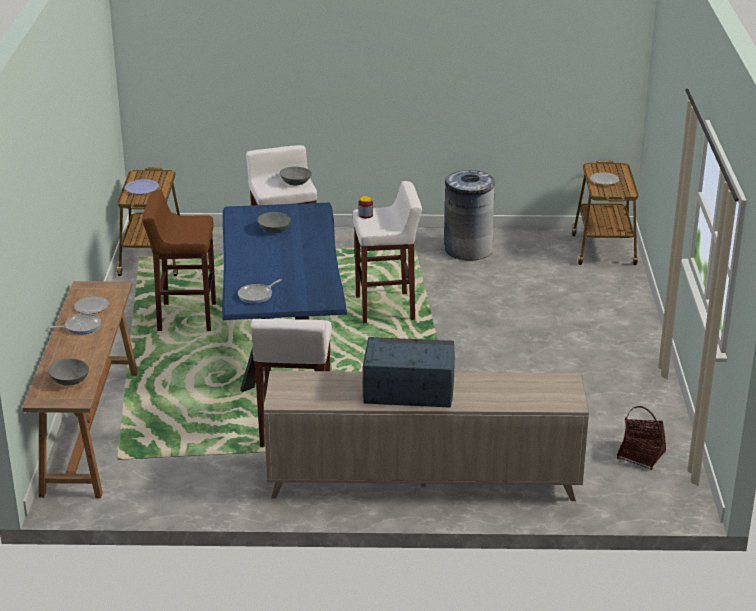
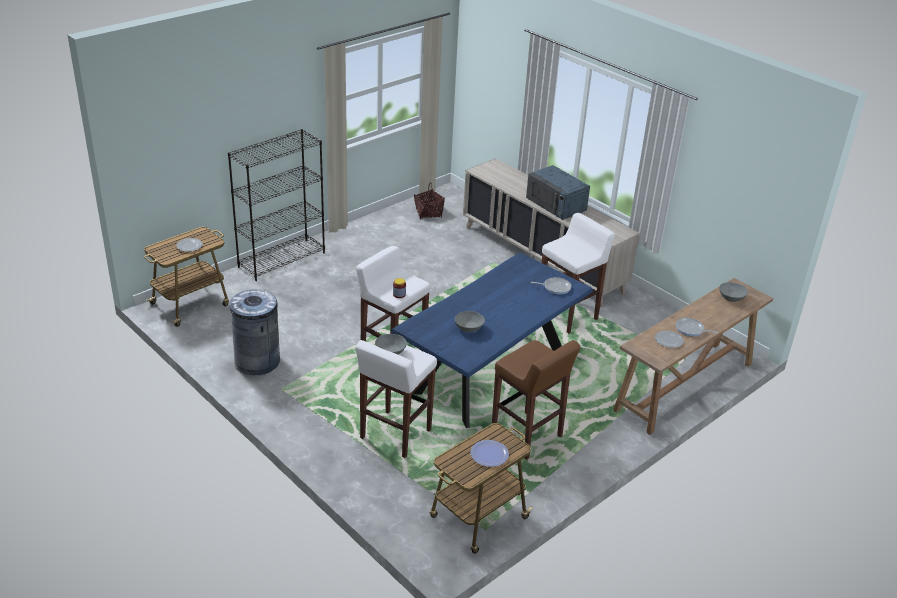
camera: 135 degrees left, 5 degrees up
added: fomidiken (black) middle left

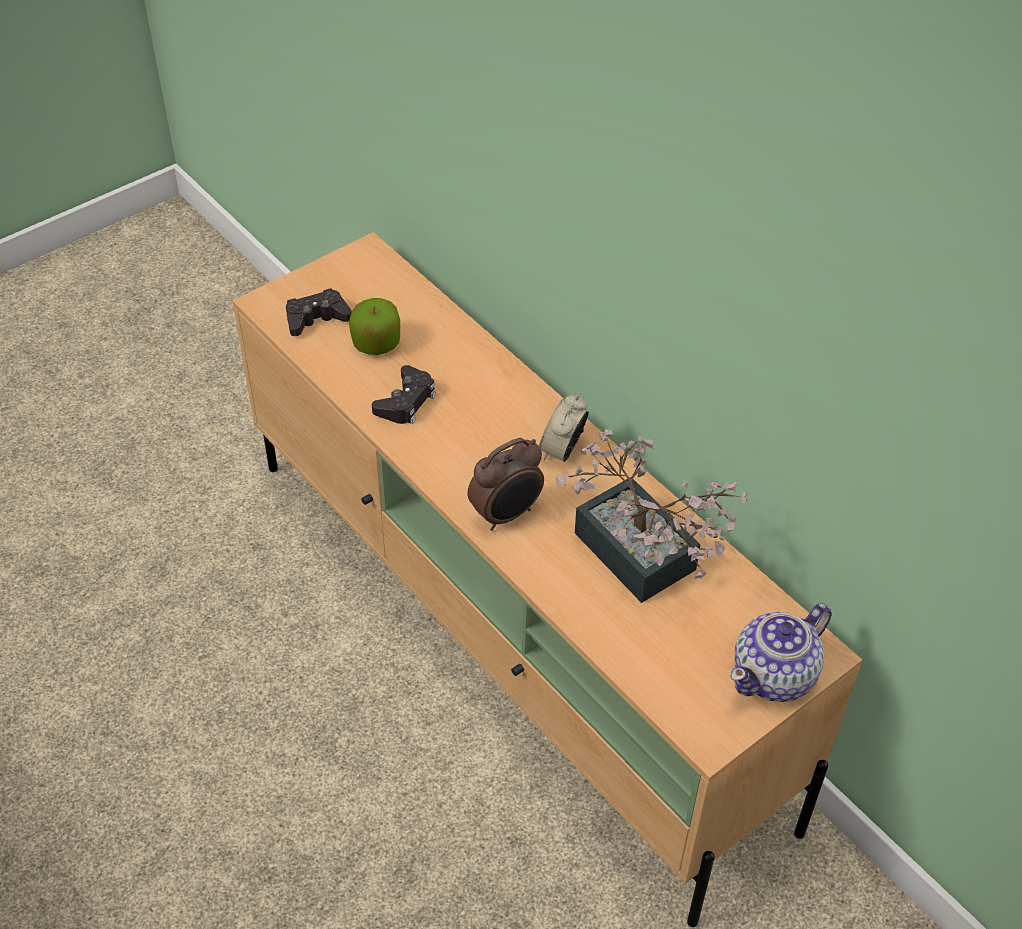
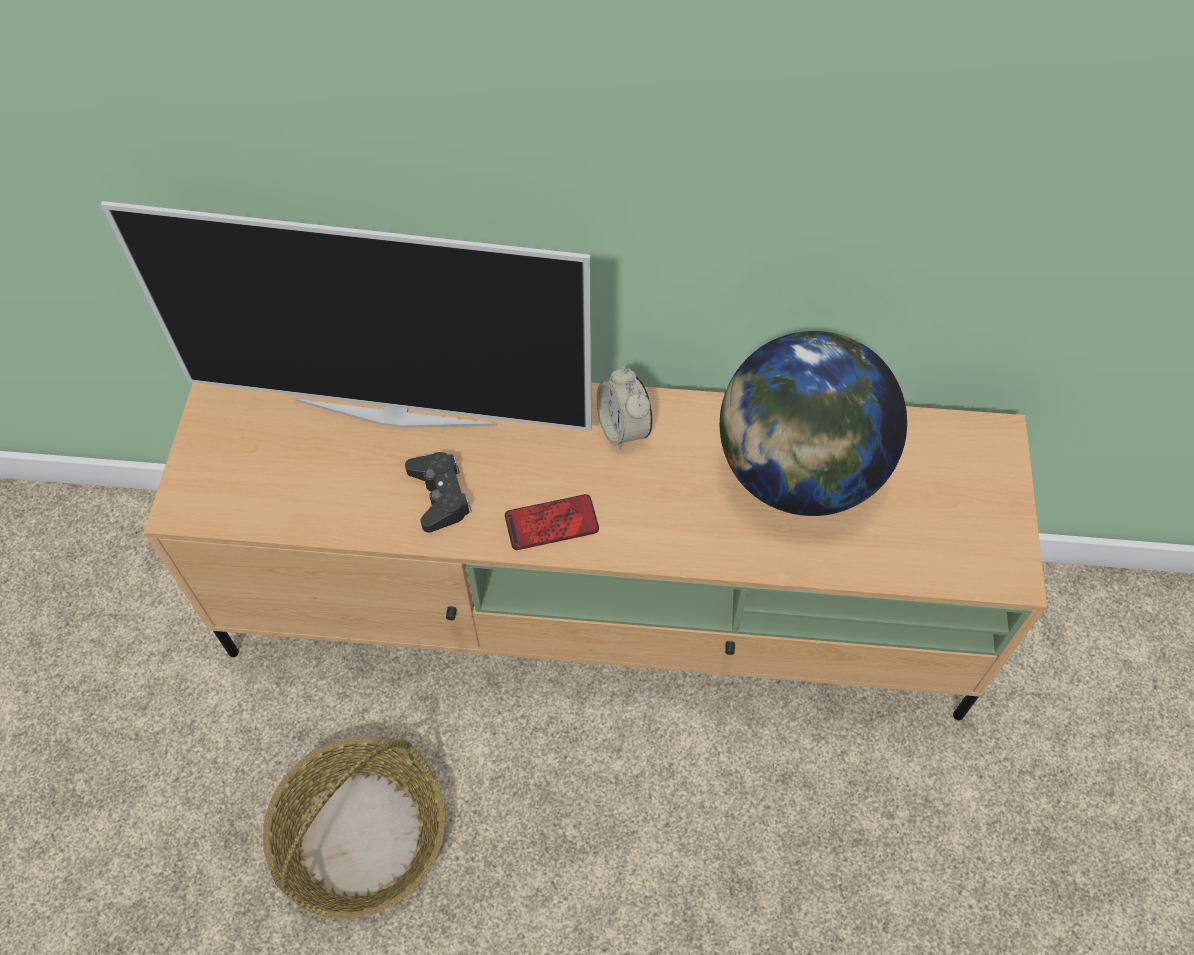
camera: 45 degrees left, 10 degrees up
removed: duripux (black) (1st from left) middle left; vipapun centre; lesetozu (1st from left) centre; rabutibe bottom right
added: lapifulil top left; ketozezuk bottom left; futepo centre
replaced: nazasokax centre to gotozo middle right

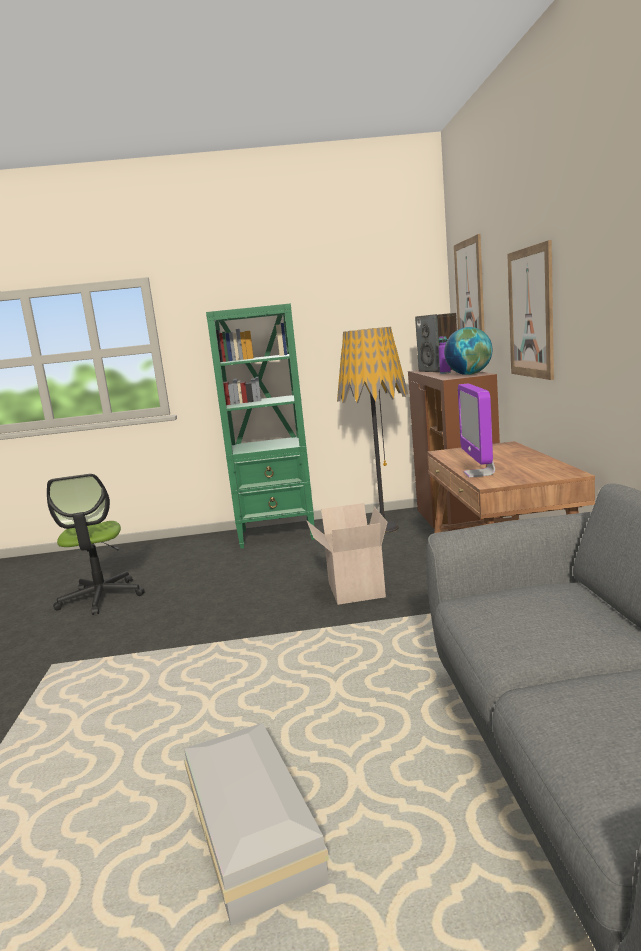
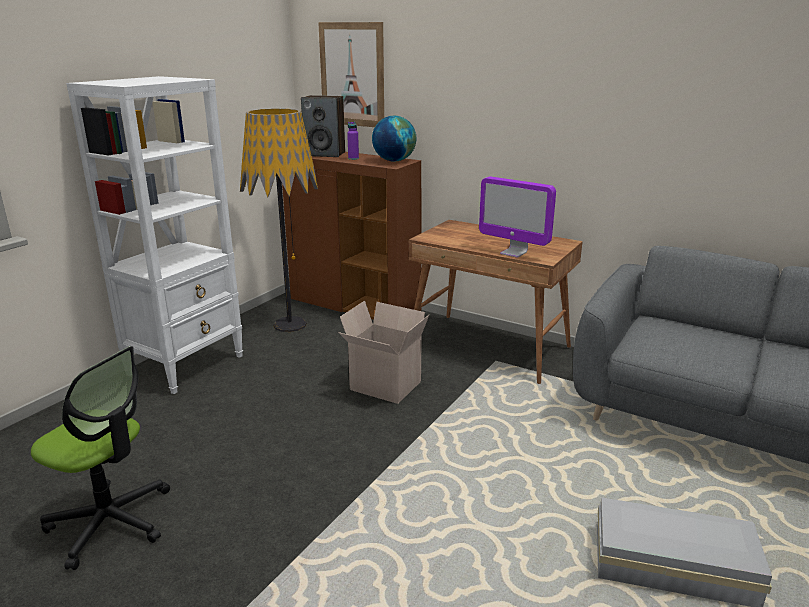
camera: 55 degrees left, 10 degrees up
removed: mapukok (2nd from left) top right
recoloured: fomidiken (green) centre to fomidiken (white) middle left

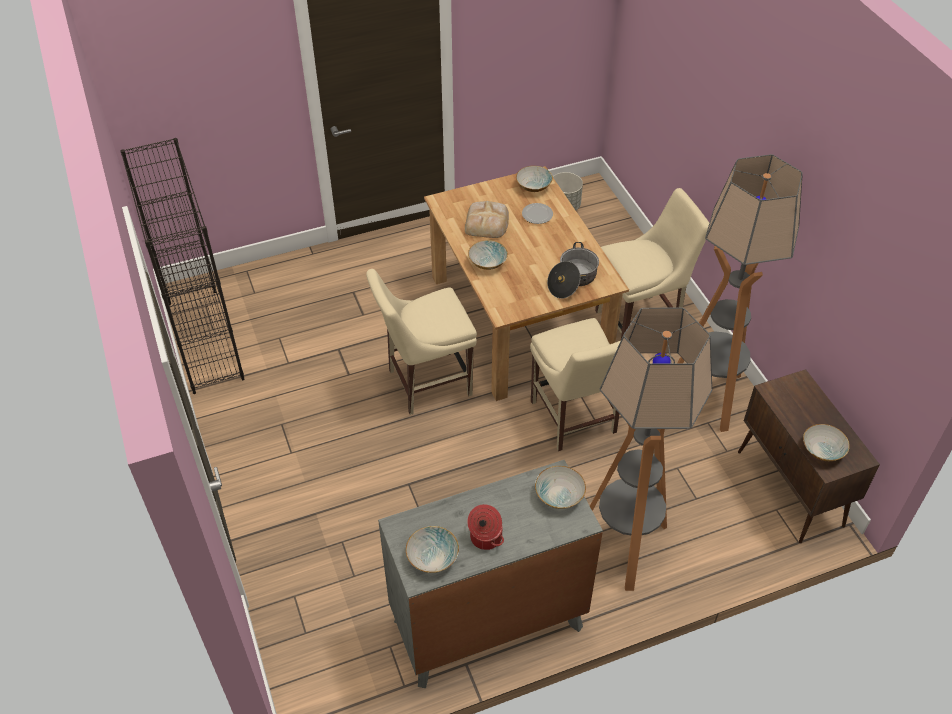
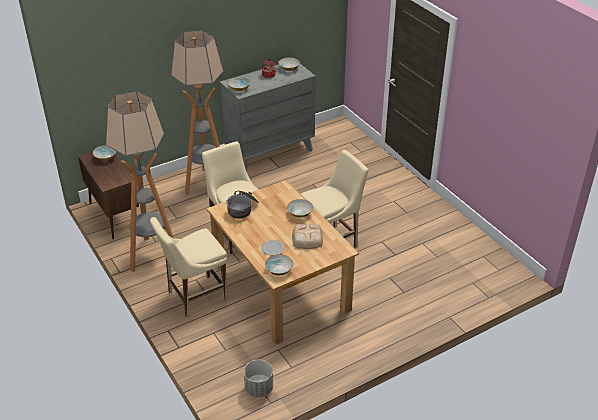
camera: 170 degrees right, 10 degrees down
removed: fomidiken (black) middle left

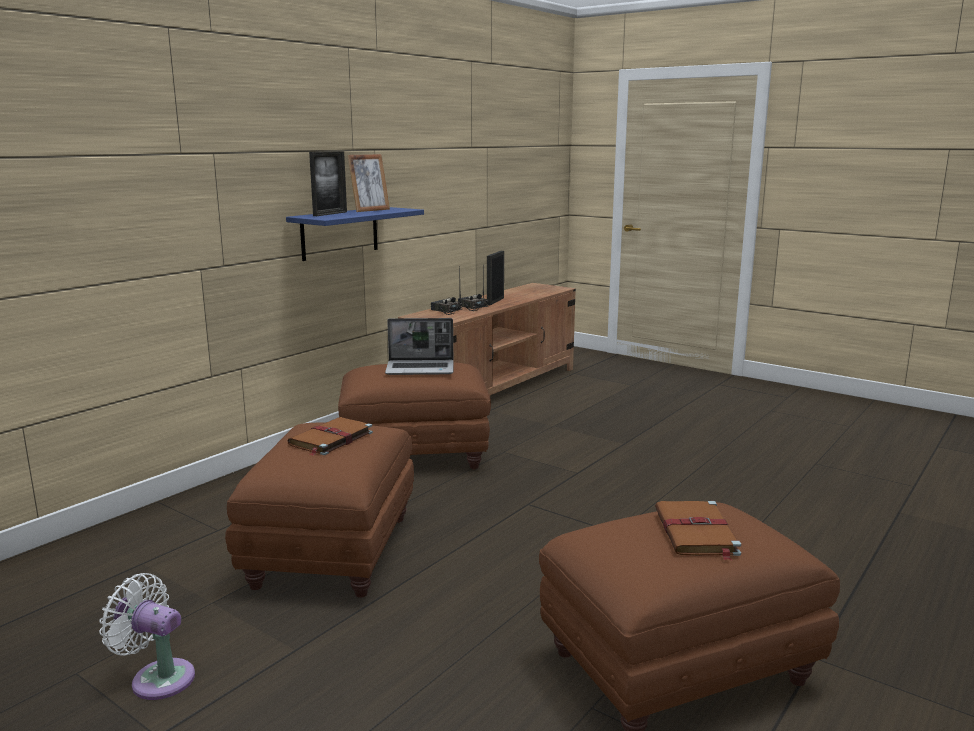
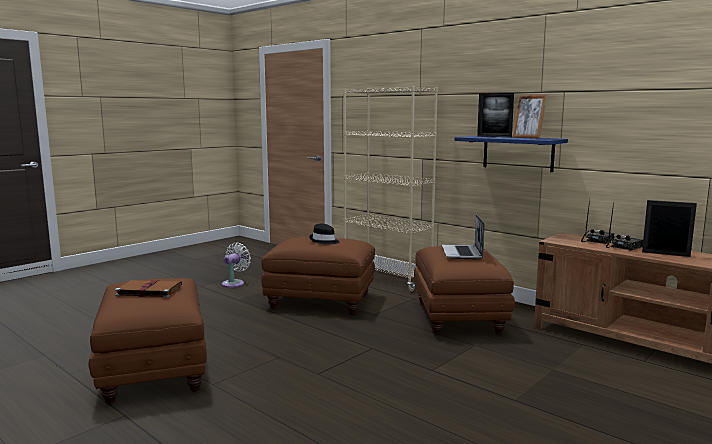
camera: 95 degrees right, 5 degrees down
added: fomidiken (beige) centre
replaced: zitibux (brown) (1st from left) centre to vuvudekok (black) centre

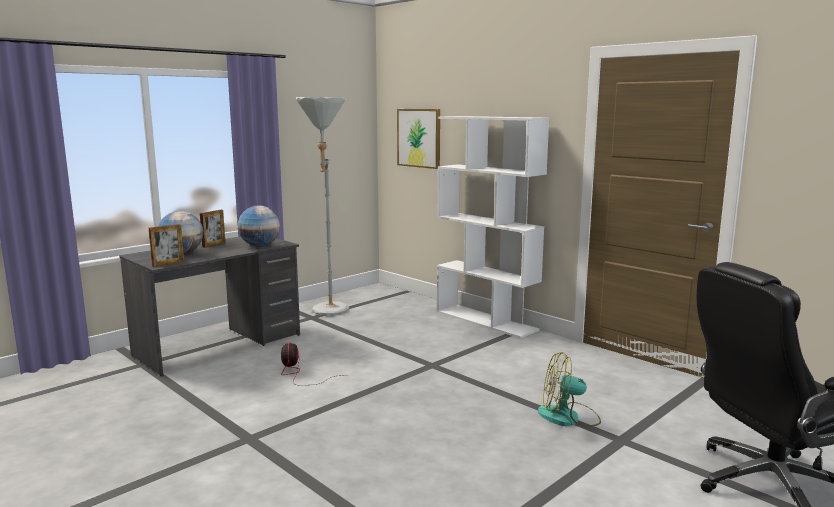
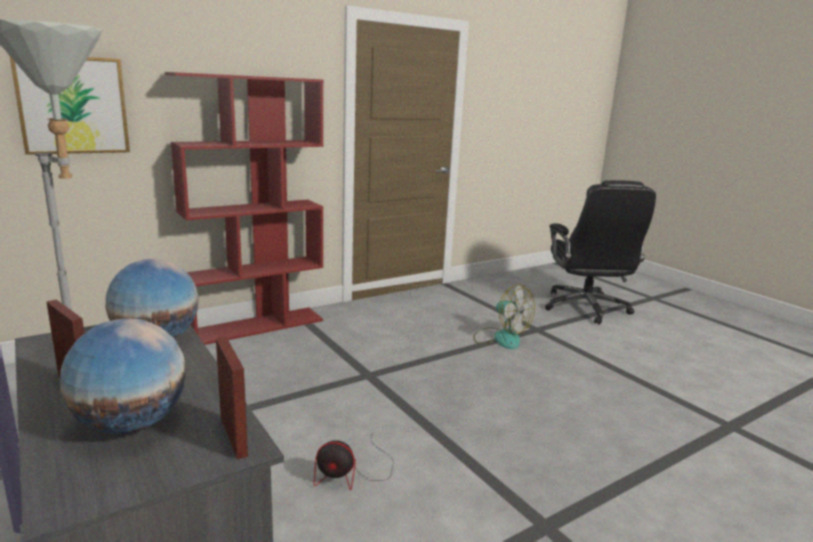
camera: 80 degrees left, 5 degrees up
recoloured: fomidiken (white) centre to fomidiken (red) middle left
turned: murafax (2nd from left) bottom right = centre 60 degrees counterclockwise

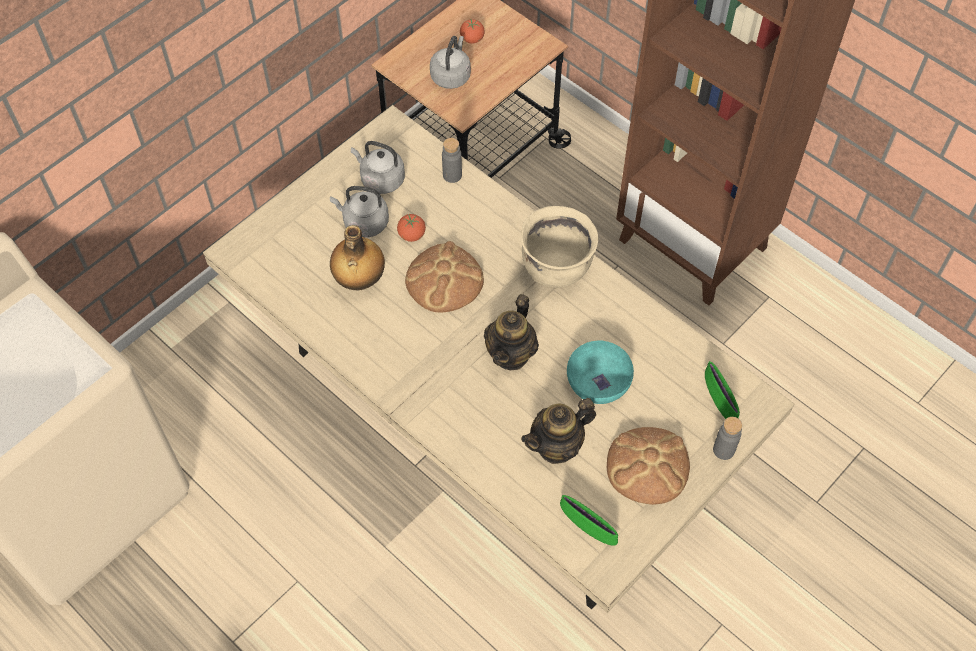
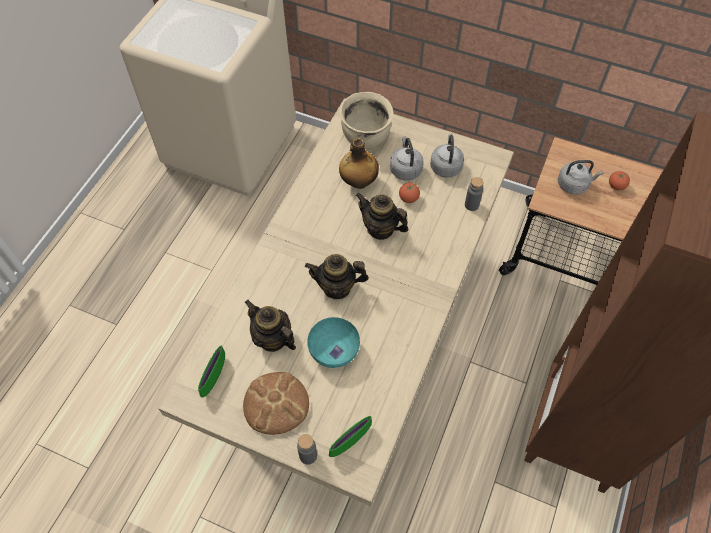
camera: 70 degrees right, 0 degrees up
moved: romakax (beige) centre to top centre
replaced: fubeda (1st from left) centre to rabutibe (3rd from left) centre

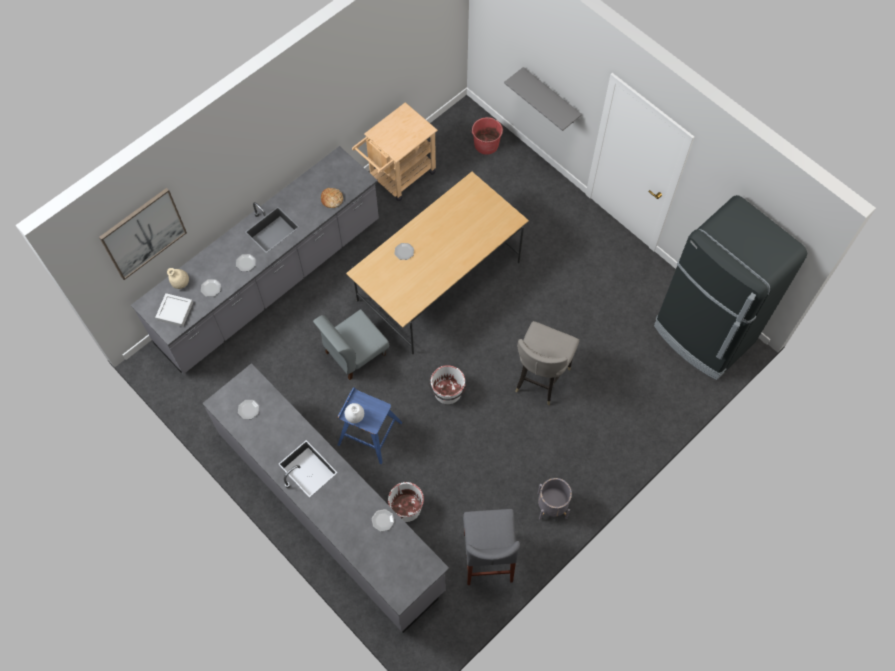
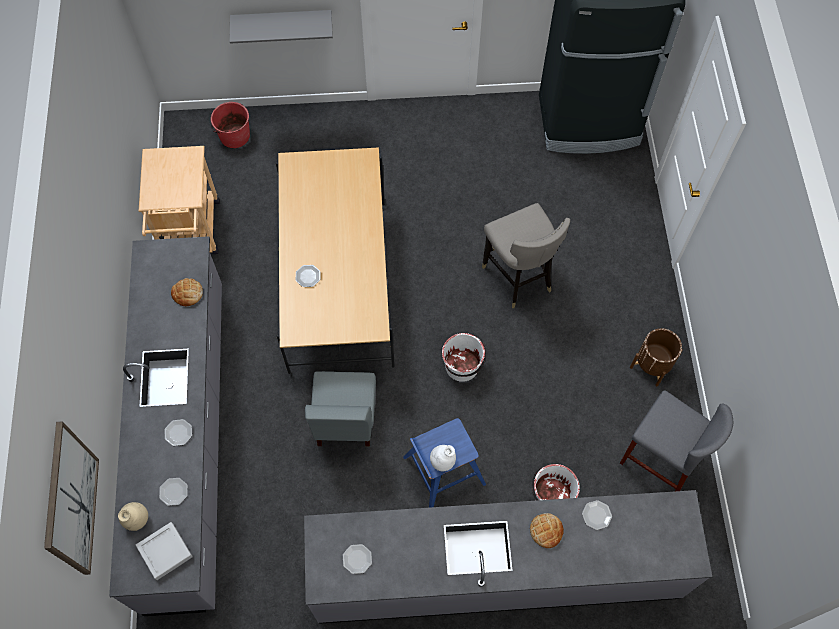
camera: 50 degrees left, 0 degrees up
added: fubeda (2nd from left) bottom centre
recoloured: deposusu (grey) bottom centre to deposusu (brown) middle right

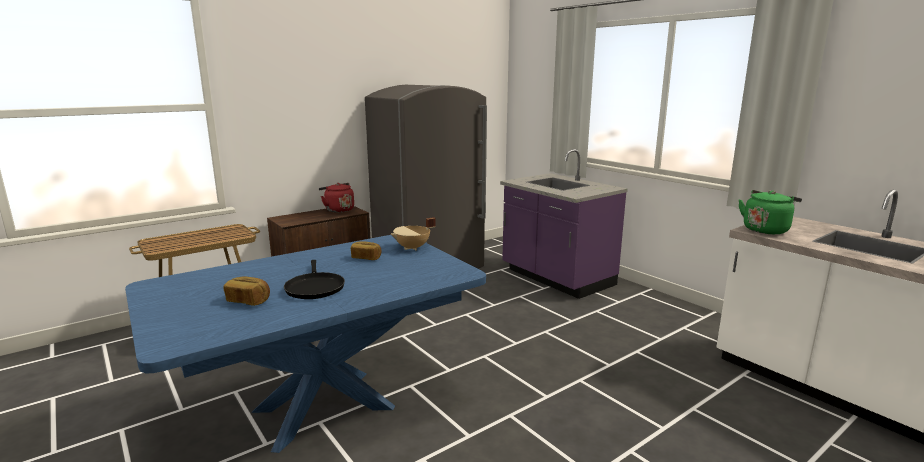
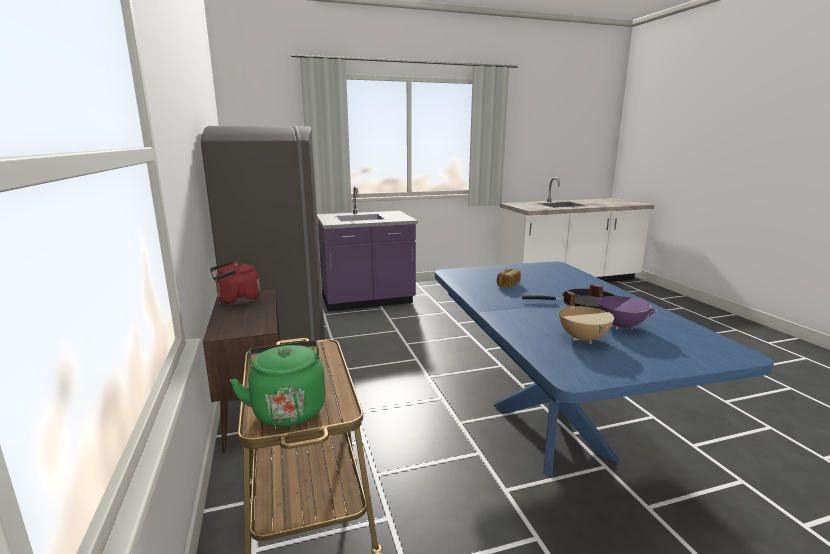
camera: 70 degrees left, 0 degrees up
moved: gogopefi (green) middle right to bottom centre; romakax (beige) centre to middle right
replaced: fubeda (1st from left) middle left to romakax (purple) middle right

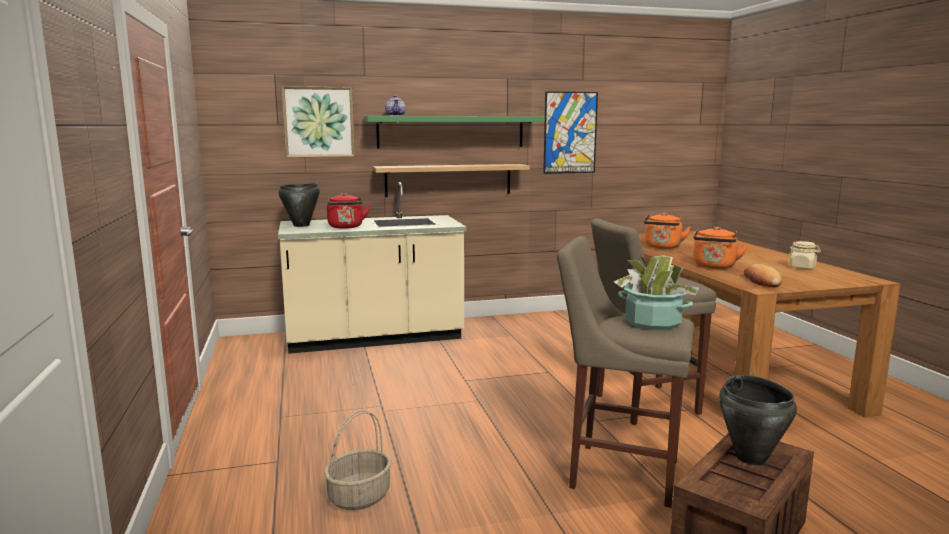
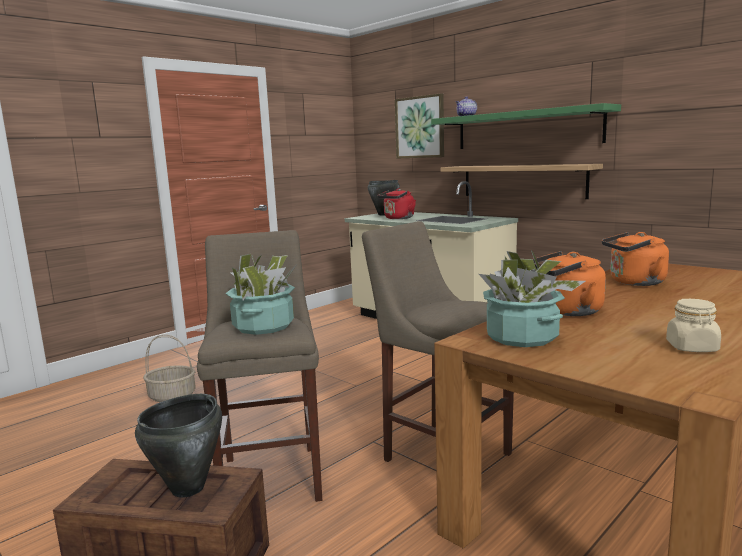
camera: 60 degrees right, 0 degrees up
removed: mapukok (2nd from left) top centre
replaced: fubeda middle right to nazasokax (2nd from left) middle right

